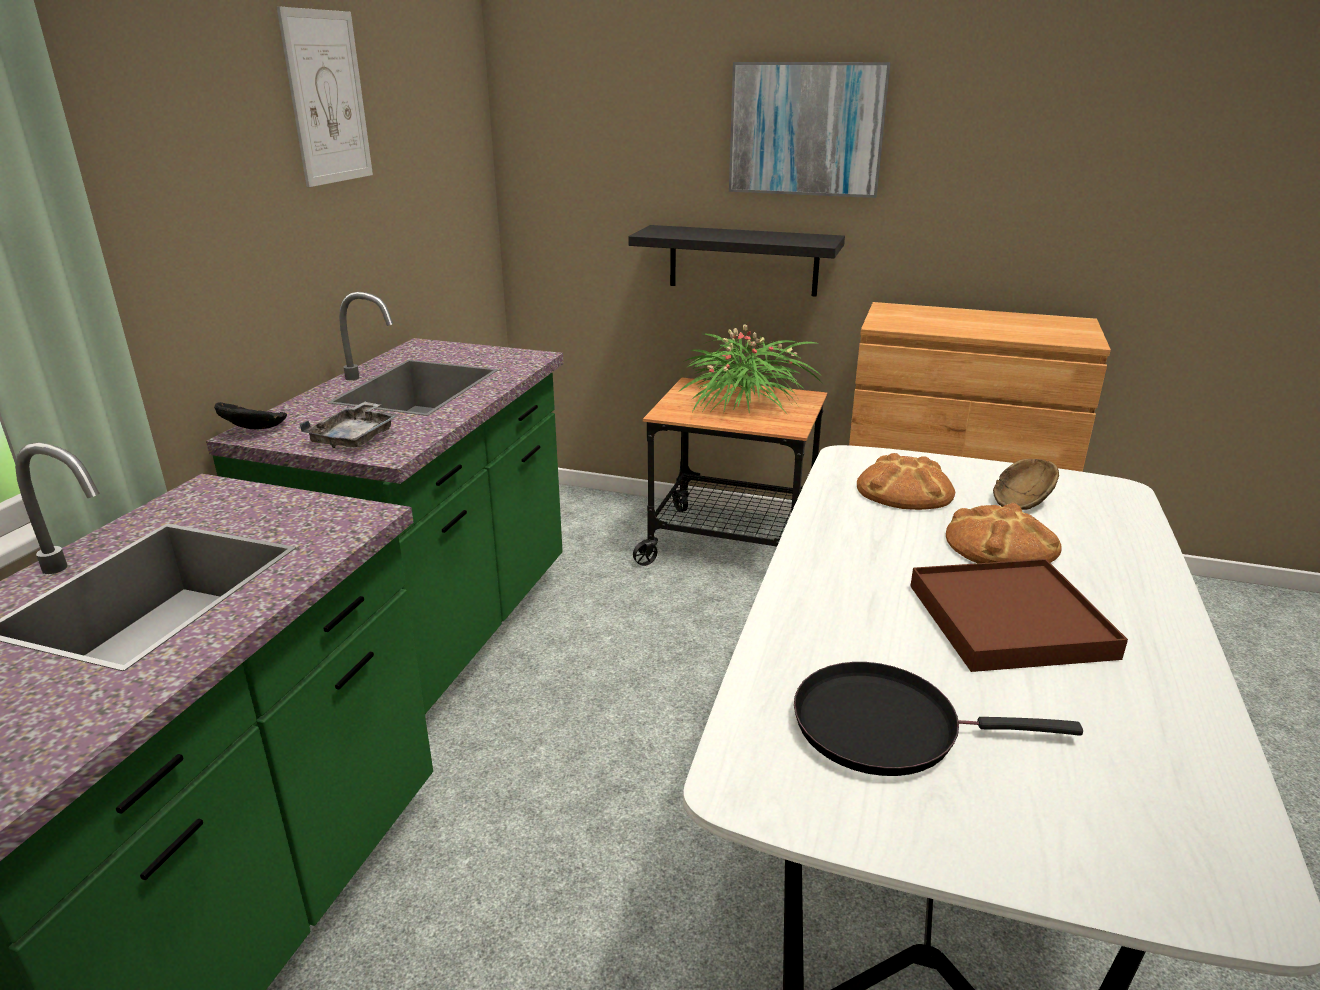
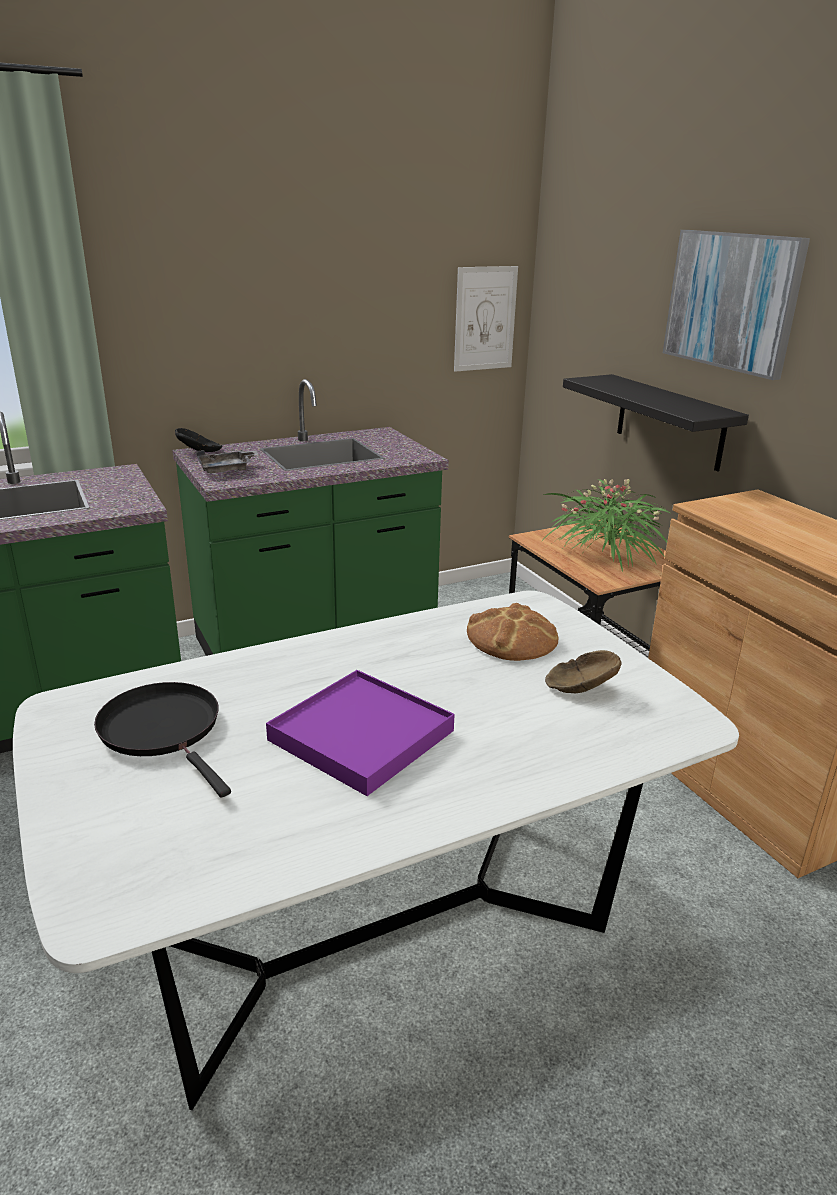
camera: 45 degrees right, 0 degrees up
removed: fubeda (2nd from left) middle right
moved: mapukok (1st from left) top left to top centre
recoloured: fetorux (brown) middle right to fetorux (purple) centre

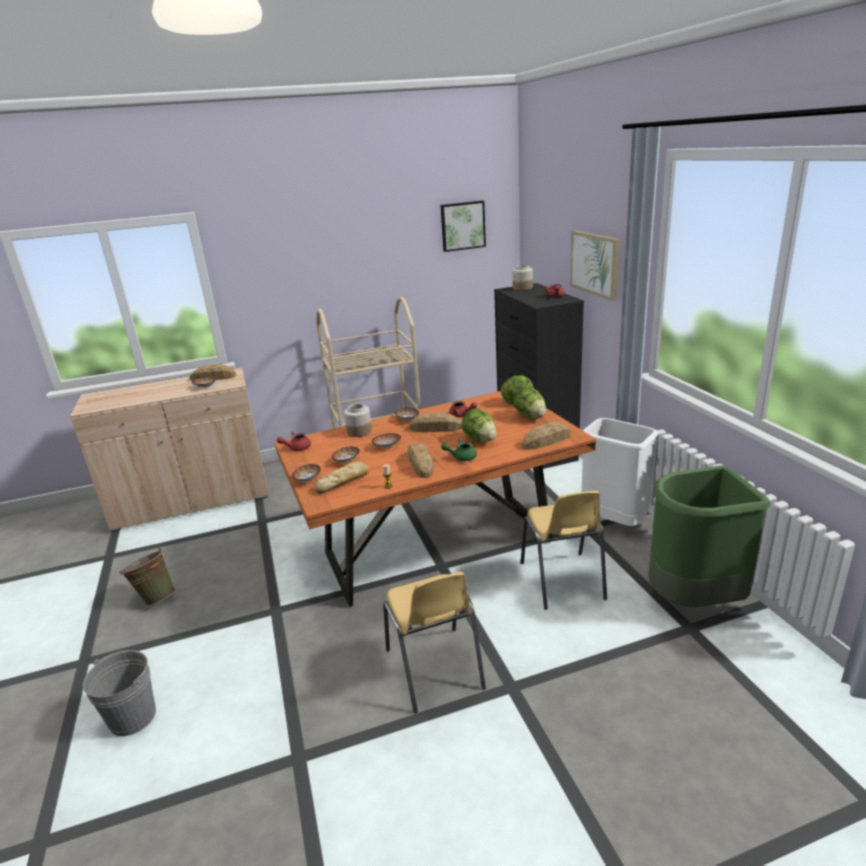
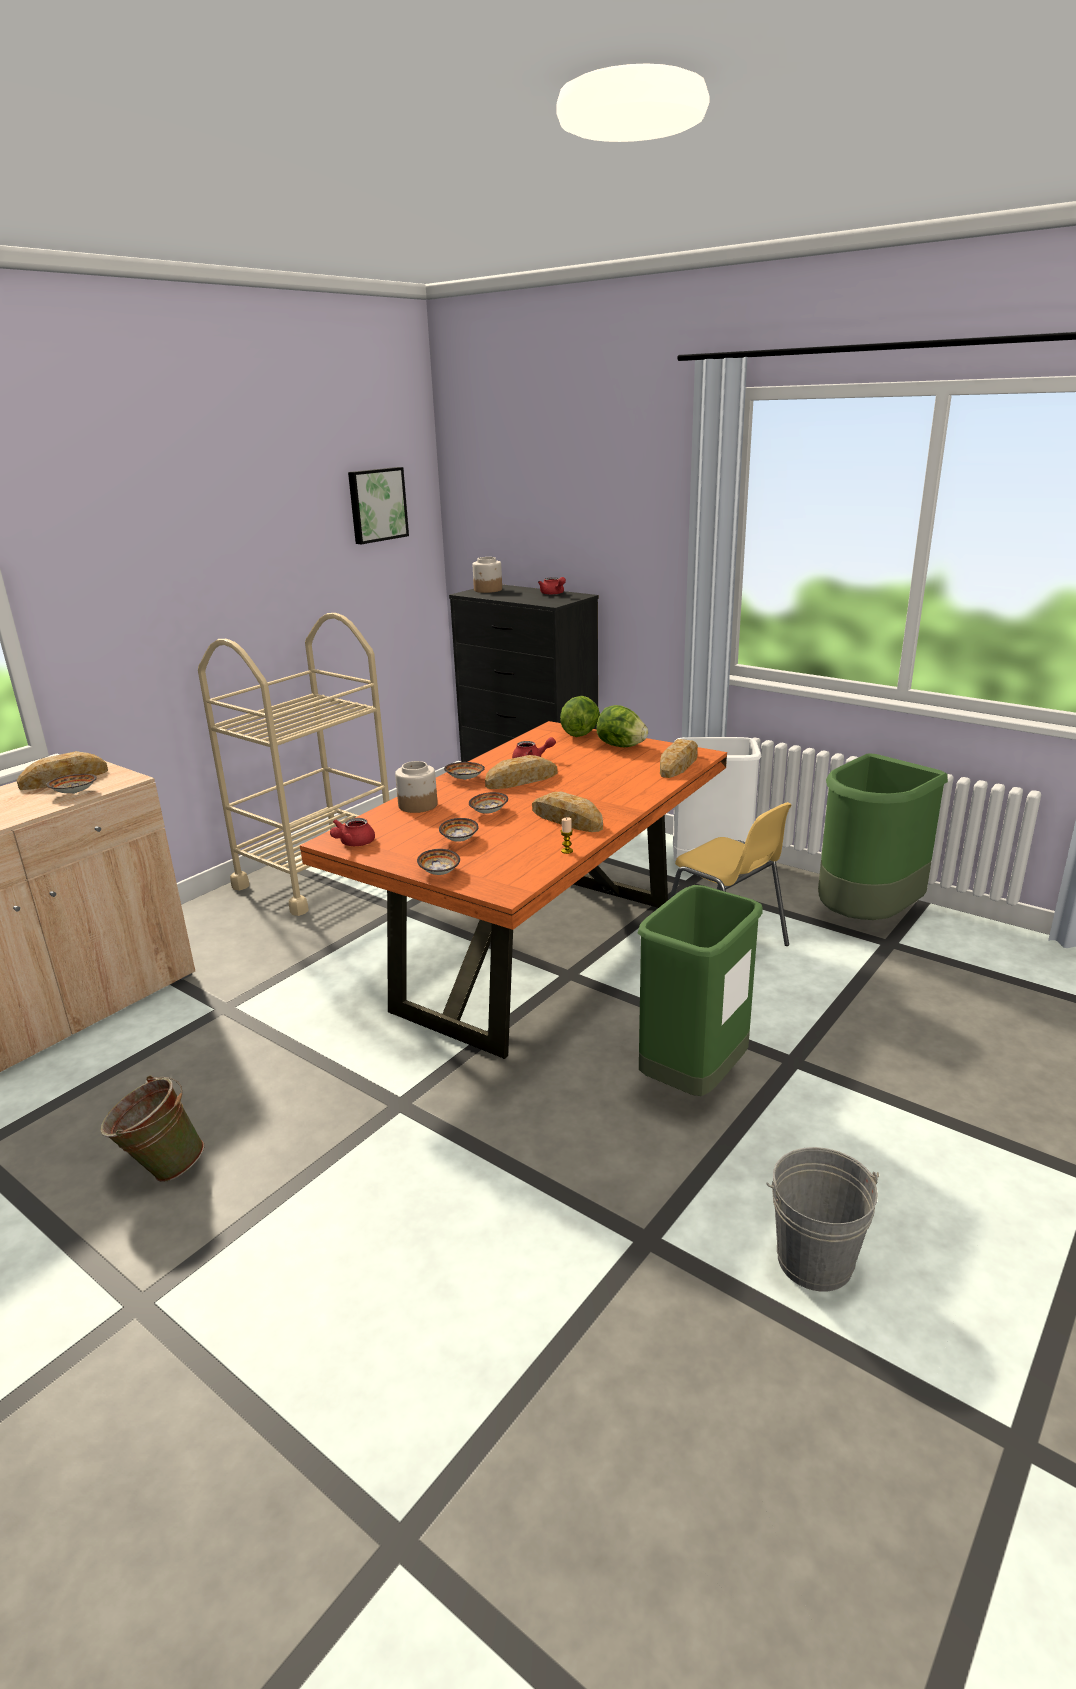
camera: 35 degrees left, 0 degrees up
removed: fubeda (2nd from left) centre; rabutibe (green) centre; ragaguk (1st from left) centre; mapukok (2nd from left) top right
moved: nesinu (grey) bottom left to bottom right
replaced: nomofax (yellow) (1st from left) bottom centre to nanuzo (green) (1st from left) centre

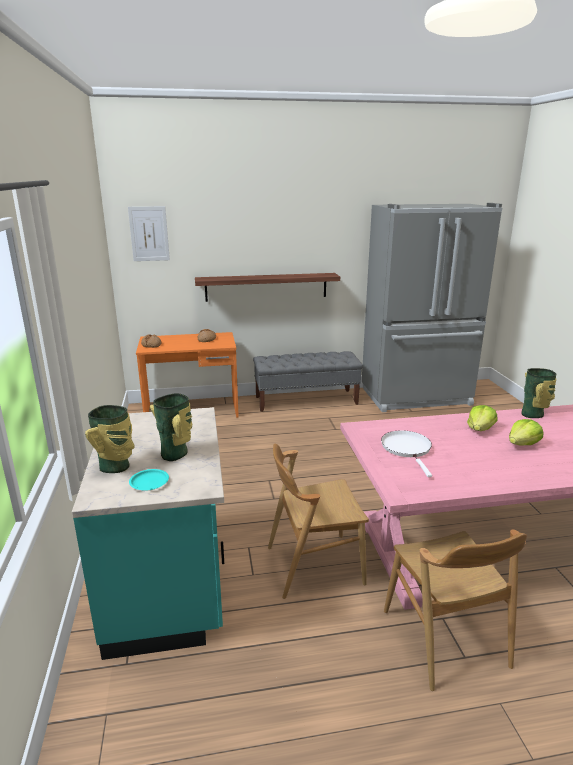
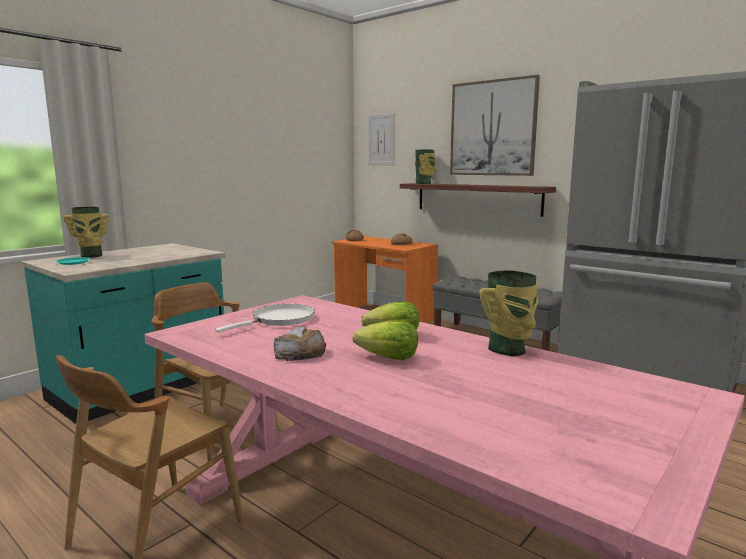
camera: 50 degrees right, 10 degrees down
added: fubeda (1st from left) centre; mapukok (2nd from left) top centre
moved: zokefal (2nd from left) middle left to top centre

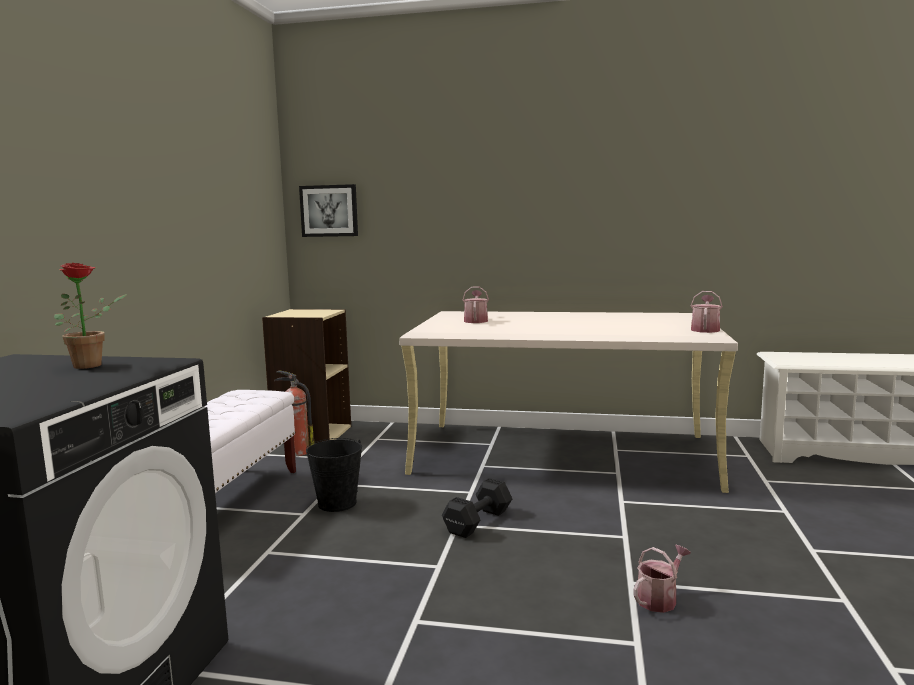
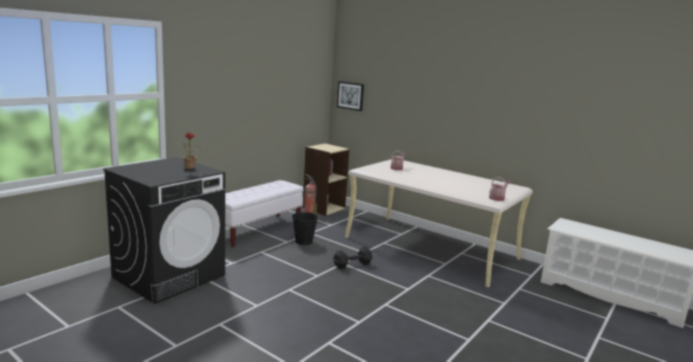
camera: 25 degrees right, 5 degrees up
removed: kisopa (2nd from left) bottom right

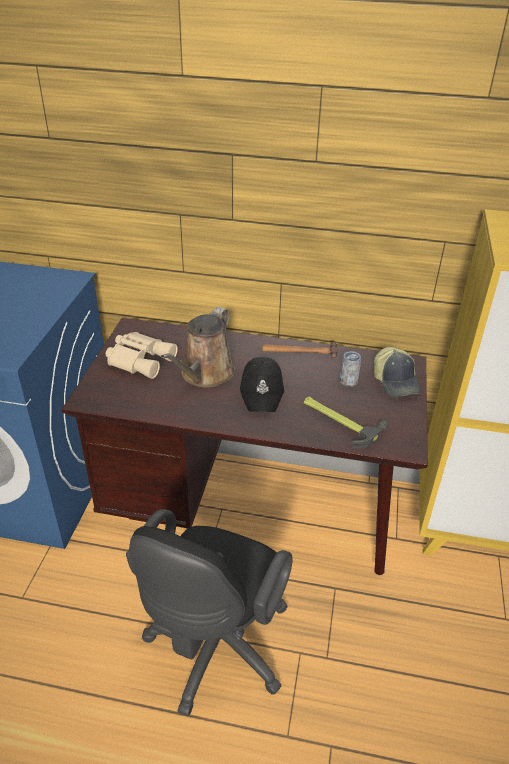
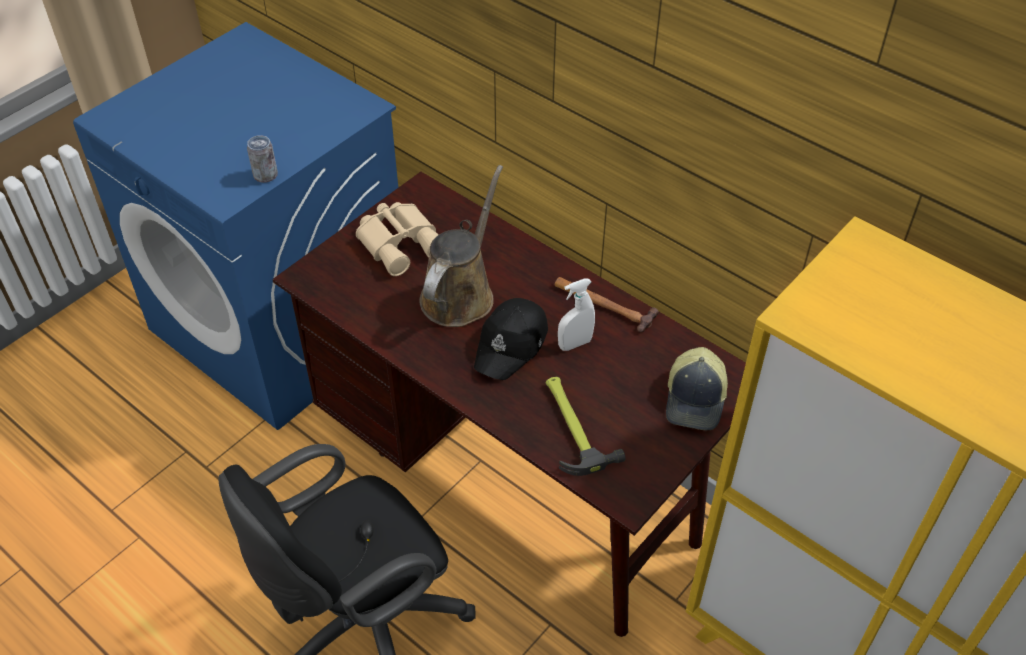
camera: 30 degrees right, 10 degrees up
added: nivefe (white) centre
moved: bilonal middle right to top left
turned: kisopa (brown) centre = centre 150 degrees clockwise

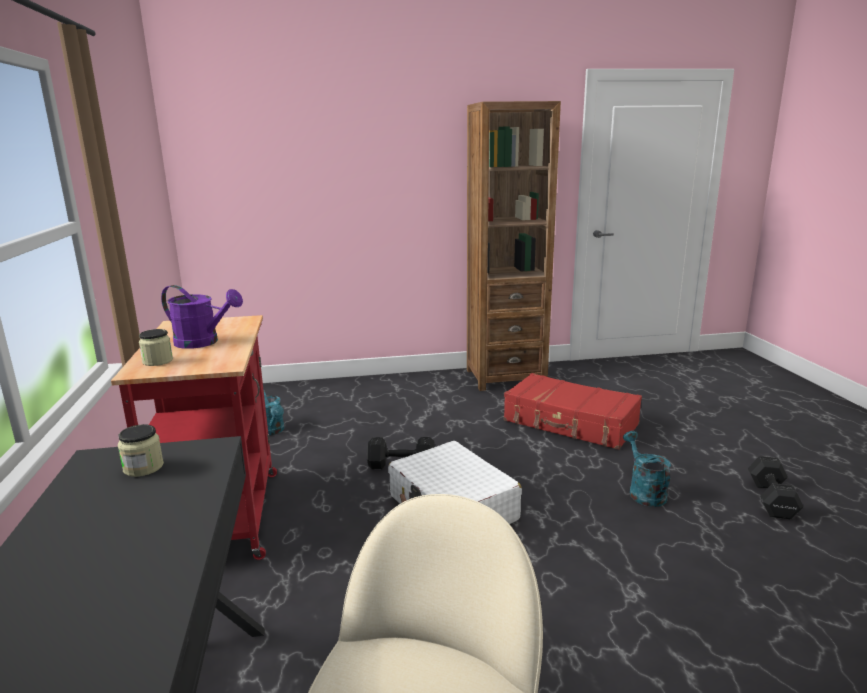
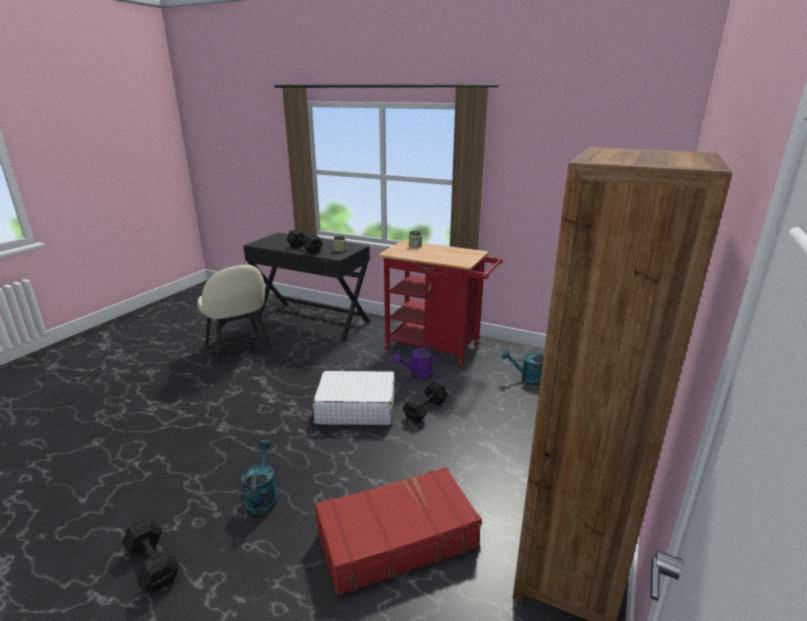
camera: 125 degrees right, 5 degrees up
added: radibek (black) (2nd from left) centre
moved: kisopa (purple) middle left to centre
turned: kisopa (turquoise) (2nd from left in the first image) bottom right = bottom left 120 degrees counterclockwise

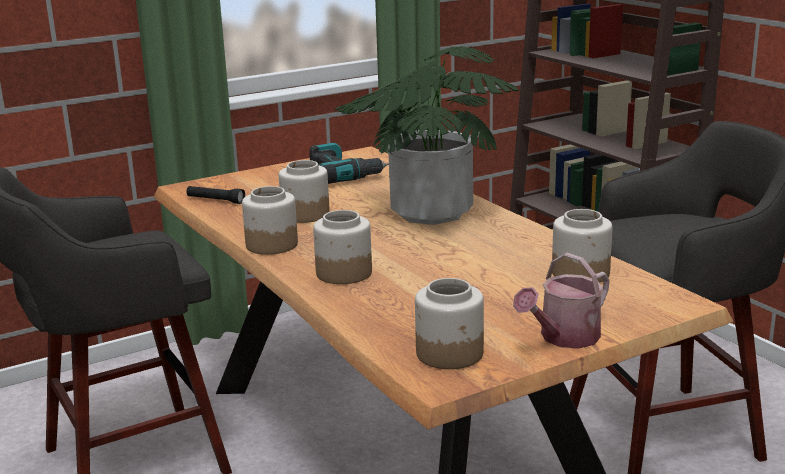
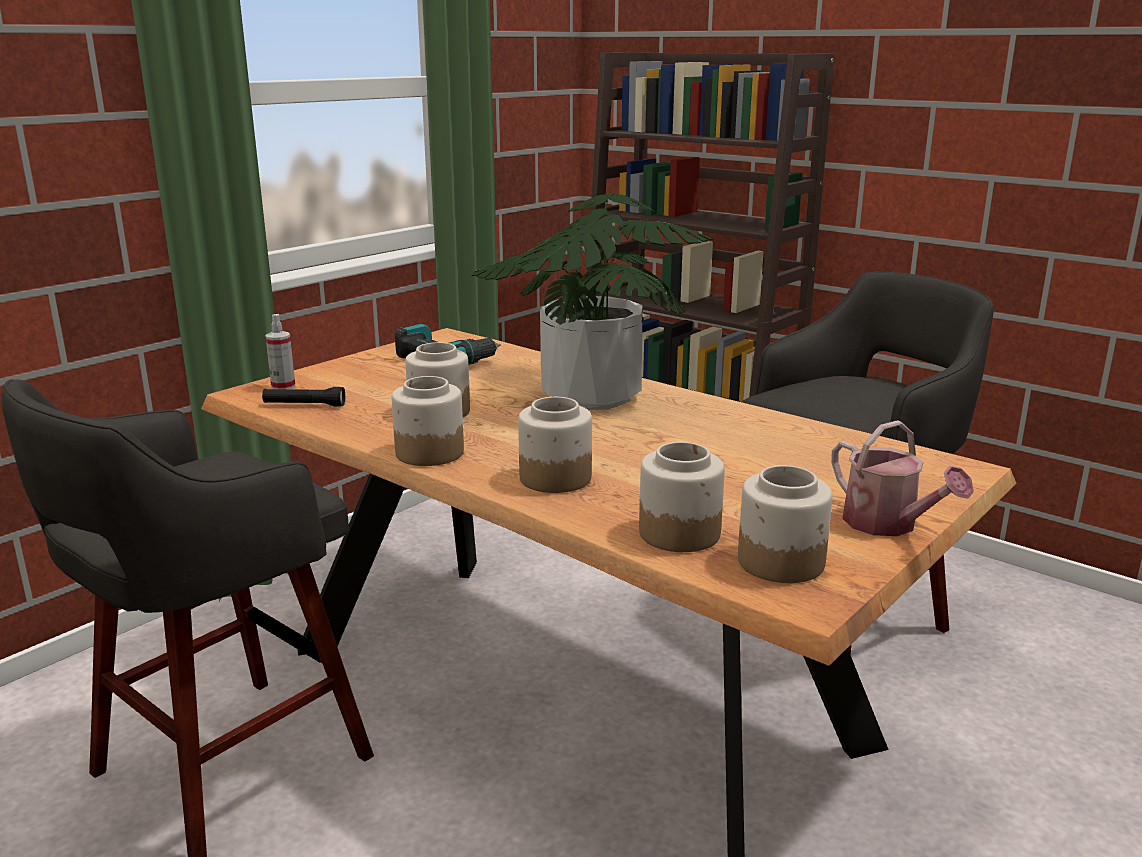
camera: 20 degrees left, 0 degrees up
added: nivefe middle left
moved: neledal (5th from left in the first image) middle right to neledal (4th from left) centre
turned: kisopa middle right = middle right 60 degrees counterclockwise

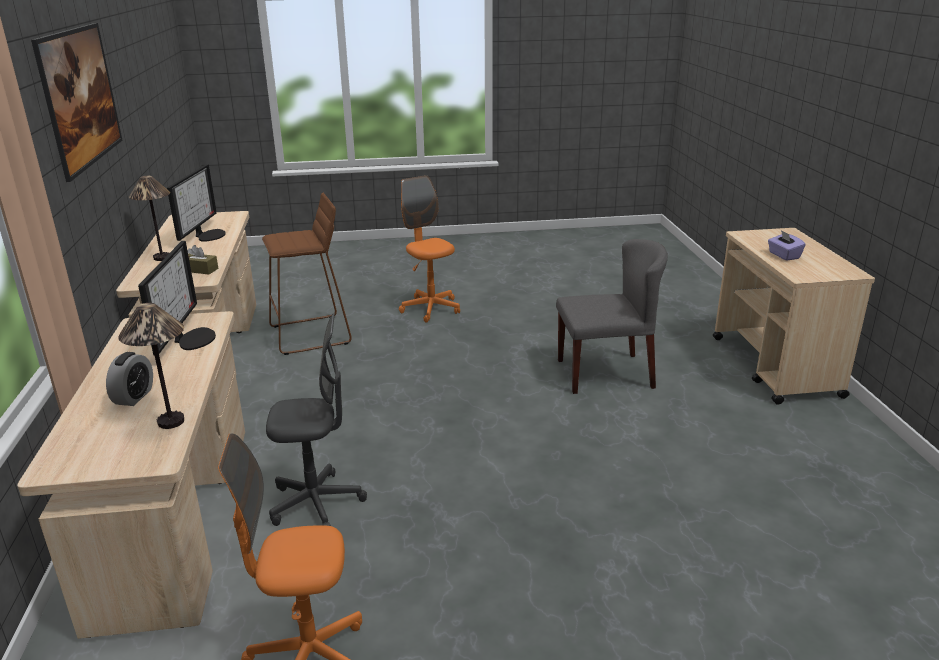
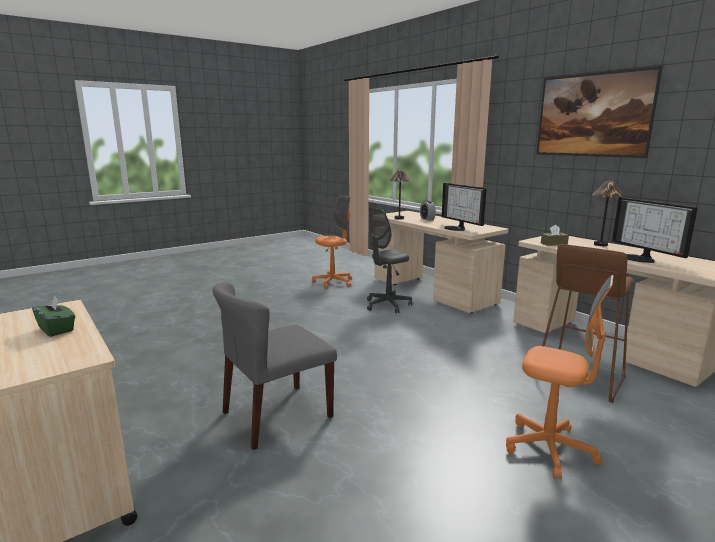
camera: 150 degrees right, 10 degrees down
recoloured: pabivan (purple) middle right to pabivan (green) middle left

